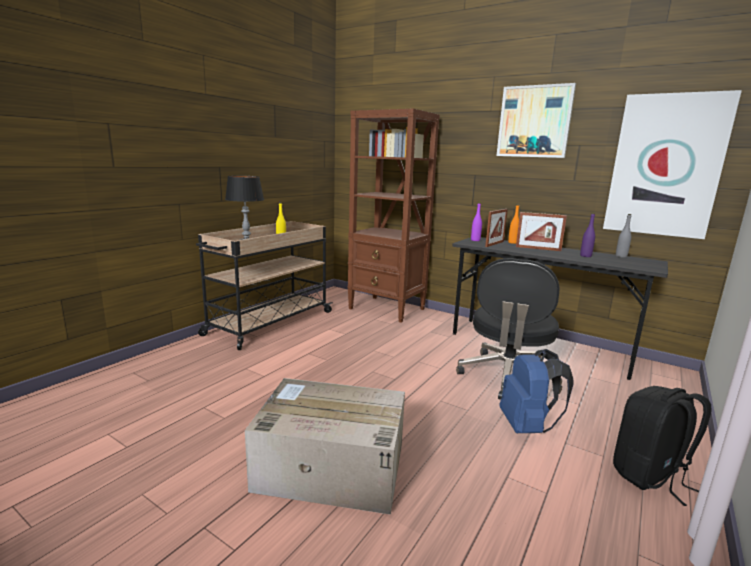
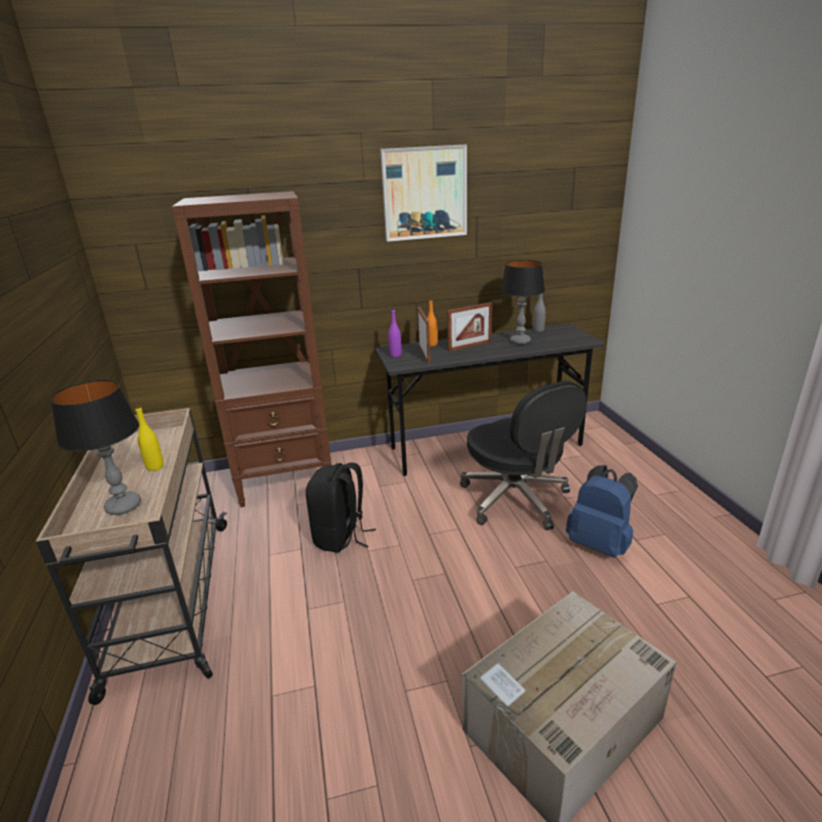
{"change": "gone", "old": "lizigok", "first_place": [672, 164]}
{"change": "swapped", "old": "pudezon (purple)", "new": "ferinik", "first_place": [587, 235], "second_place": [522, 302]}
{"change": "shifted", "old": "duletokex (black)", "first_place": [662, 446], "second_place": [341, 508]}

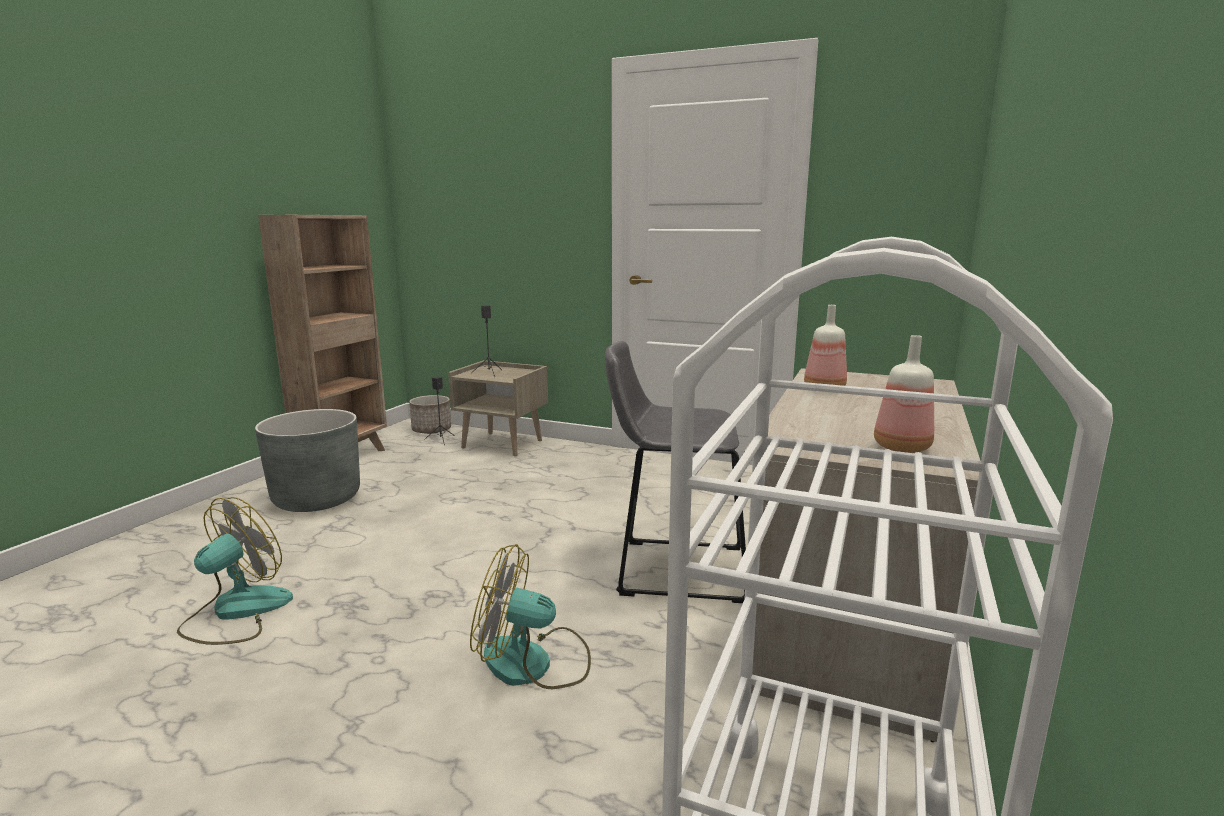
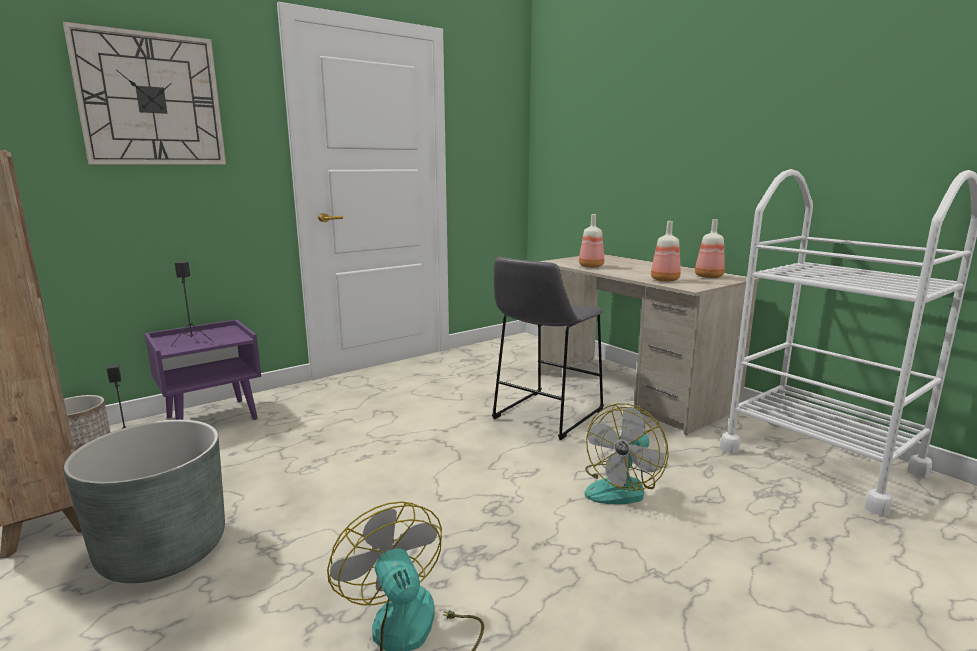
{"change": "repainted", "old": "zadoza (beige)", "new": "zadoza (purple)", "first_place": [498, 408], "second_place": [203, 369]}
{"change": "new", "new": "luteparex", "second_place": [144, 93]}
{"change": "new", "new": "pudezon", "second_place": [666, 251]}

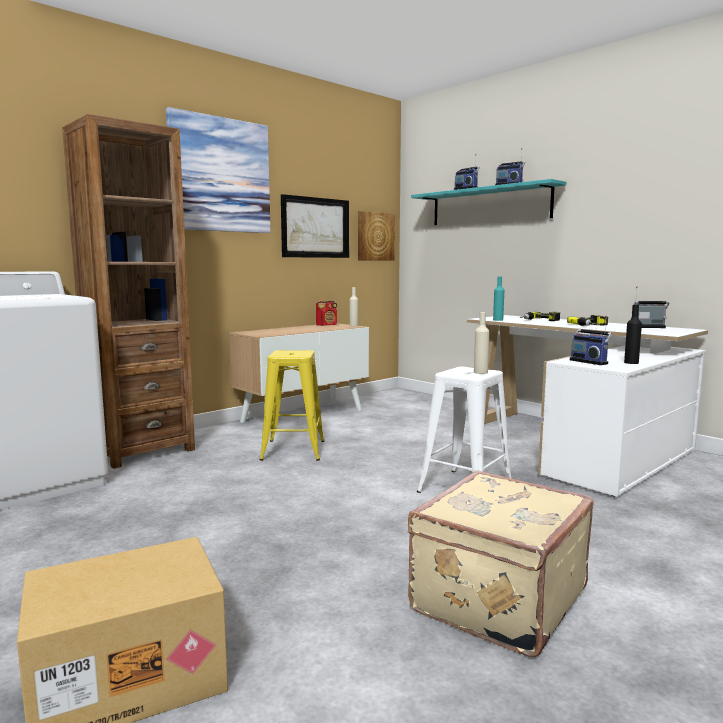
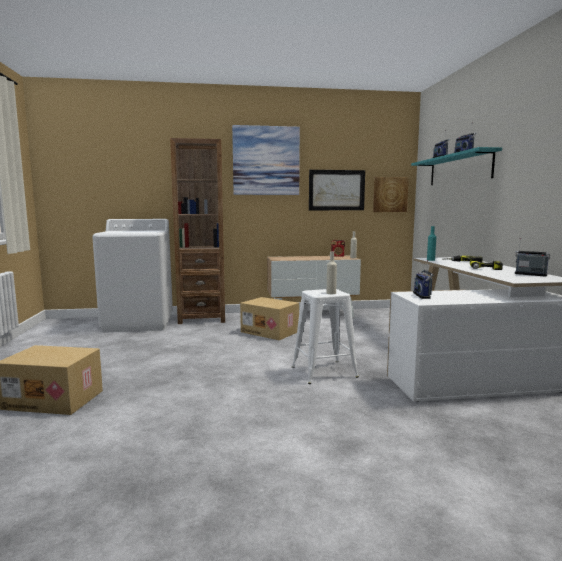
{"change": "gone", "old": "pudezon (black)", "first_place": [633, 334]}
{"change": "swapped", "old": "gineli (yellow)", "new": "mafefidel", "first_place": [291, 405], "second_place": [269, 318]}
{"change": "gone", "old": "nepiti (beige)", "first_place": [501, 563]}

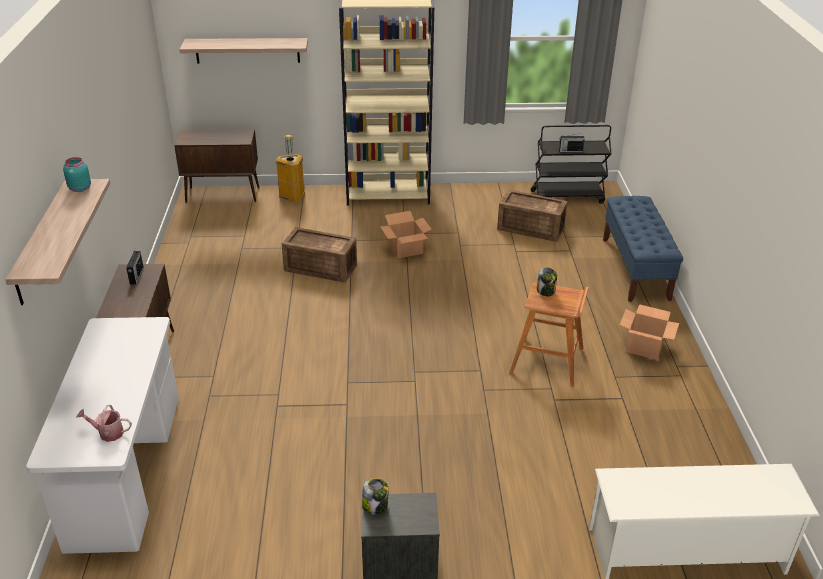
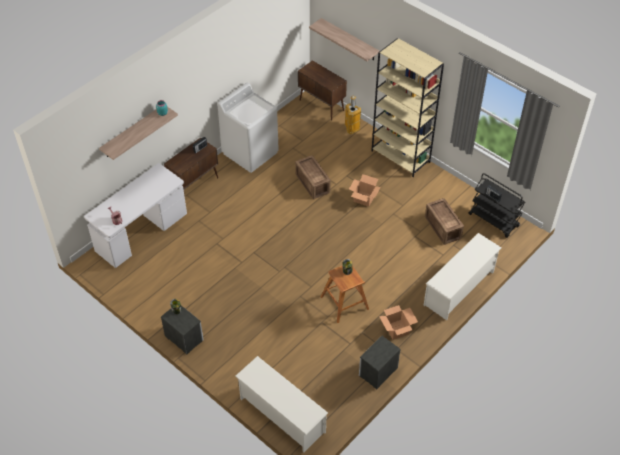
{"change": "swapped", "old": "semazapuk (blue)", "new": "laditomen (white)", "first_place": [643, 249], "second_place": [462, 276]}
{"change": "new", "new": "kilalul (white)", "second_place": [248, 128]}
{"change": "new", "new": "zadoza", "second_place": [380, 362]}

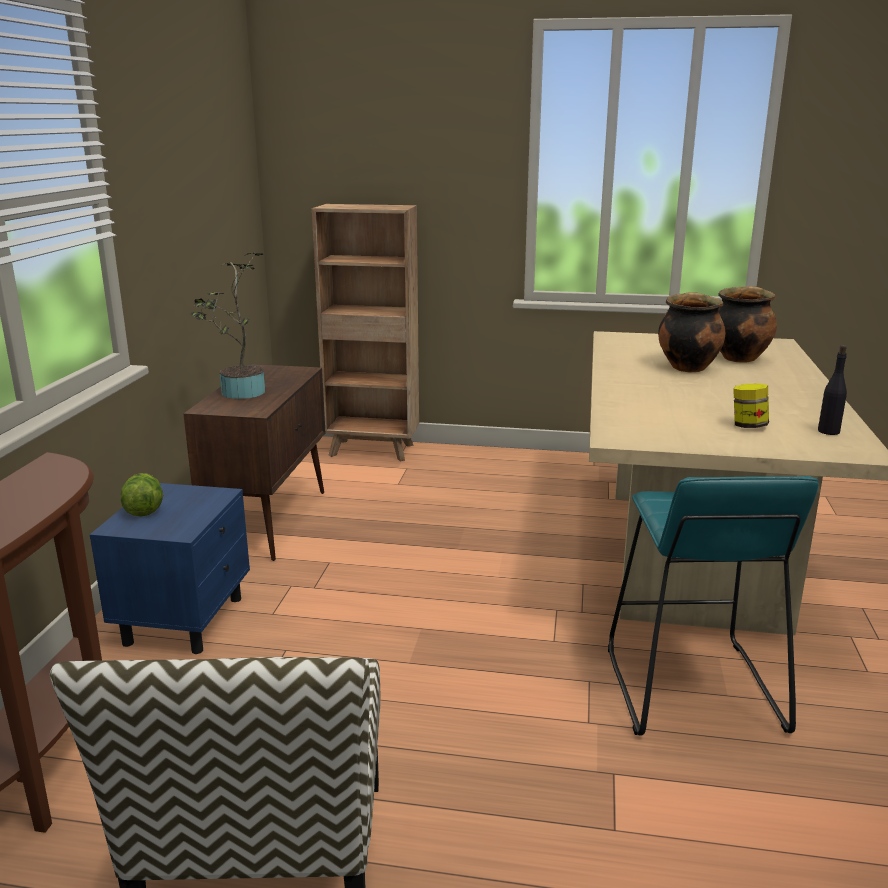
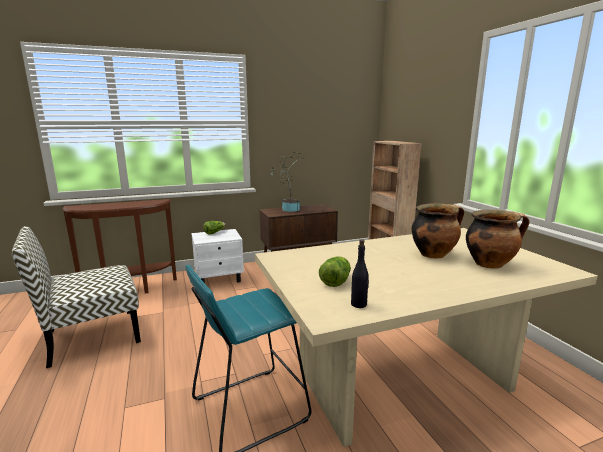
{"change": "swapped", "old": "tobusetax", "new": "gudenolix", "first_place": [751, 406], "second_place": [335, 272]}
{"change": "repainted", "old": "zadoza (blue)", "new": "zadoza (white)", "first_place": [170, 568], "second_place": [217, 256]}

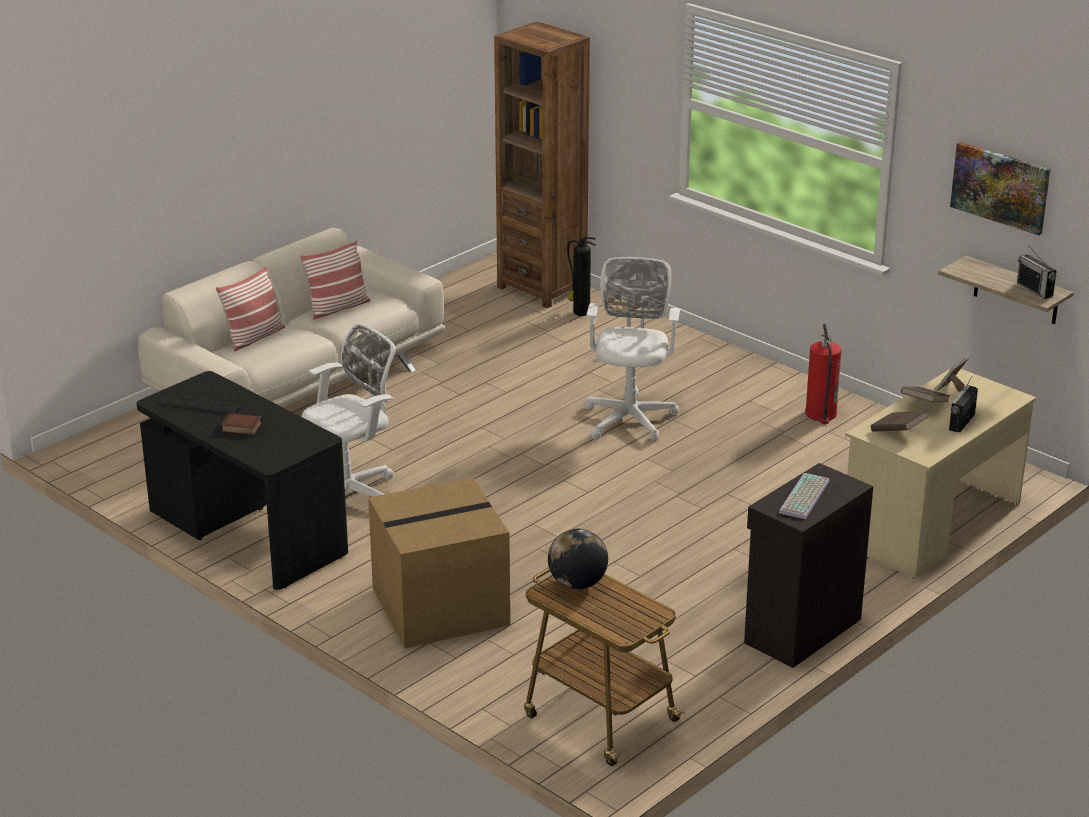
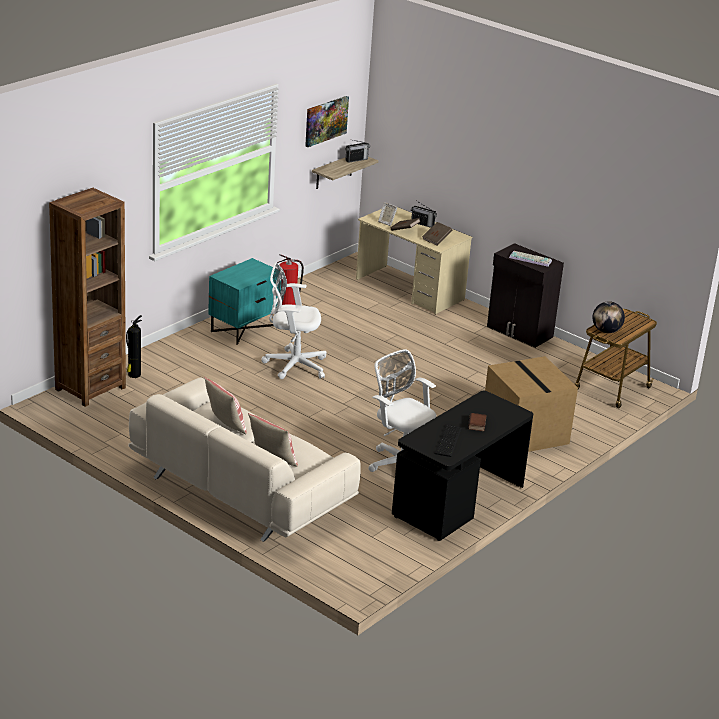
{"change": "new", "new": "zadoza (turquoise)", "second_place": [244, 301]}

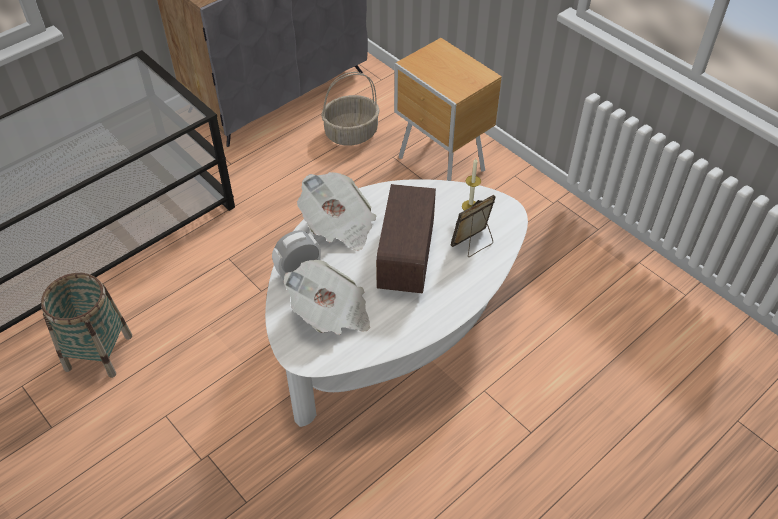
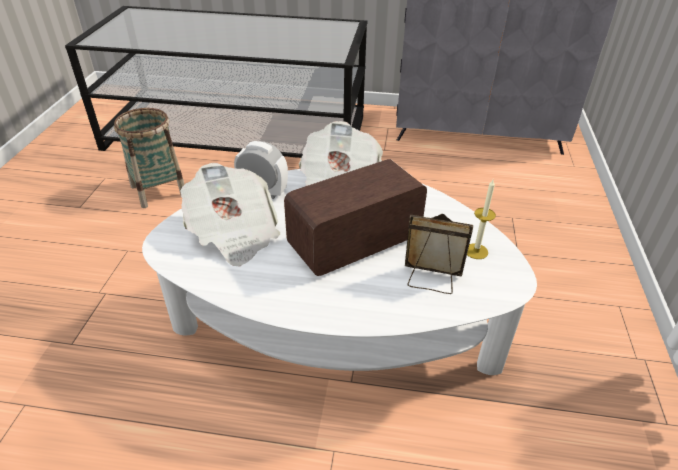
{"change": "gone", "old": "zadoza (brown)", "first_place": [448, 109]}
{"change": "gone", "old": "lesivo", "first_place": [350, 109]}

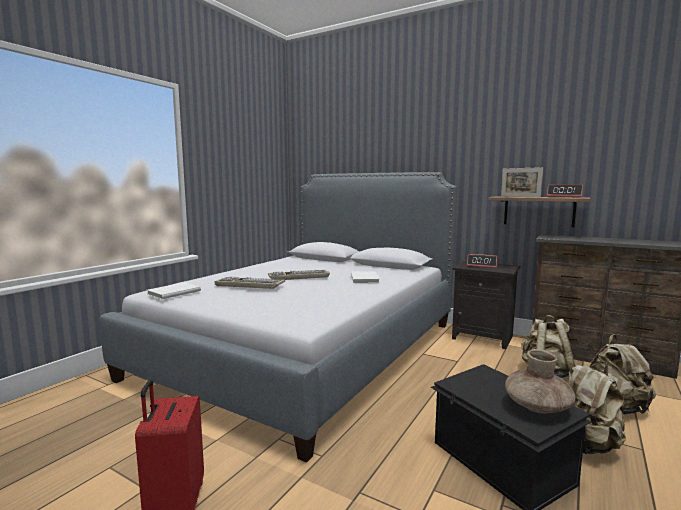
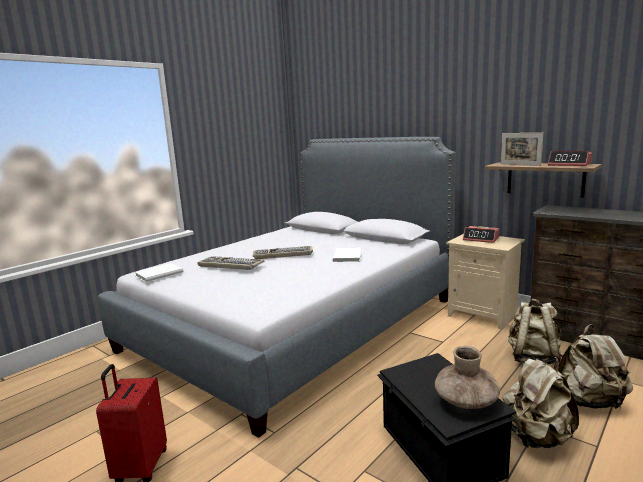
{"change": "repainted", "old": "zadoza (black)", "new": "zadoza (beige)", "first_place": [486, 305], "second_place": [485, 281]}

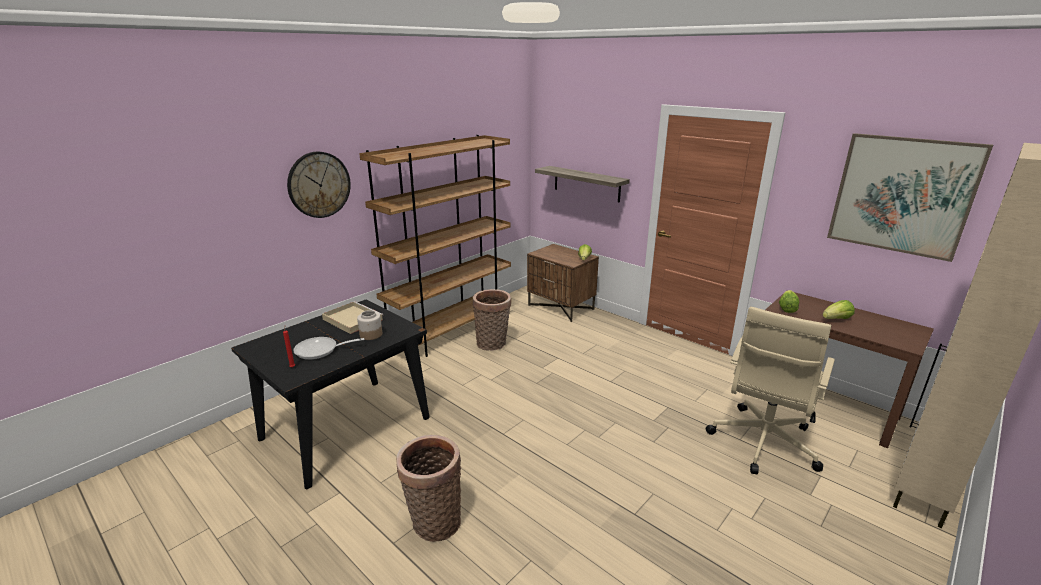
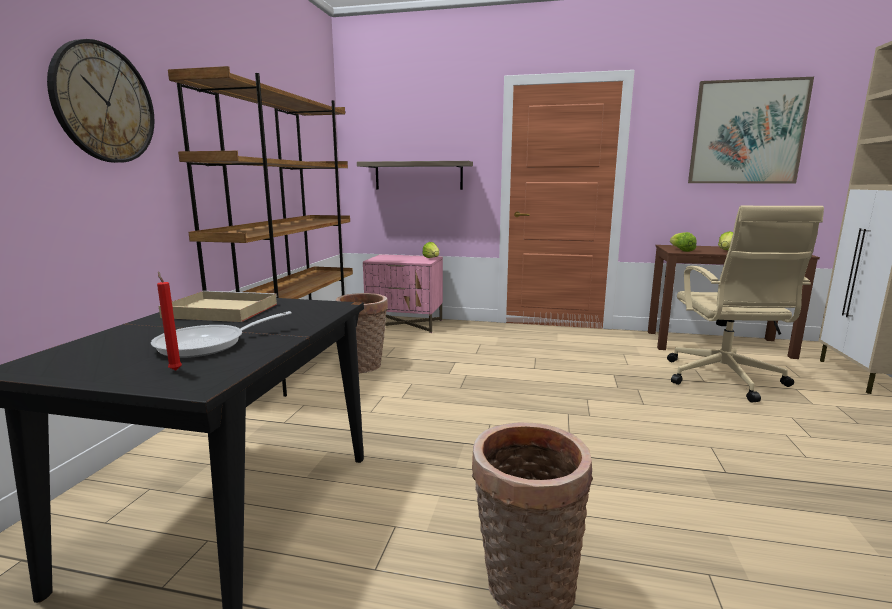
{"change": "repainted", "old": "zadoza (brown)", "new": "zadoza (pink)", "first_place": [563, 283], "second_place": [403, 293]}
{"change": "gone", "old": "tobusetax", "first_place": [369, 325]}

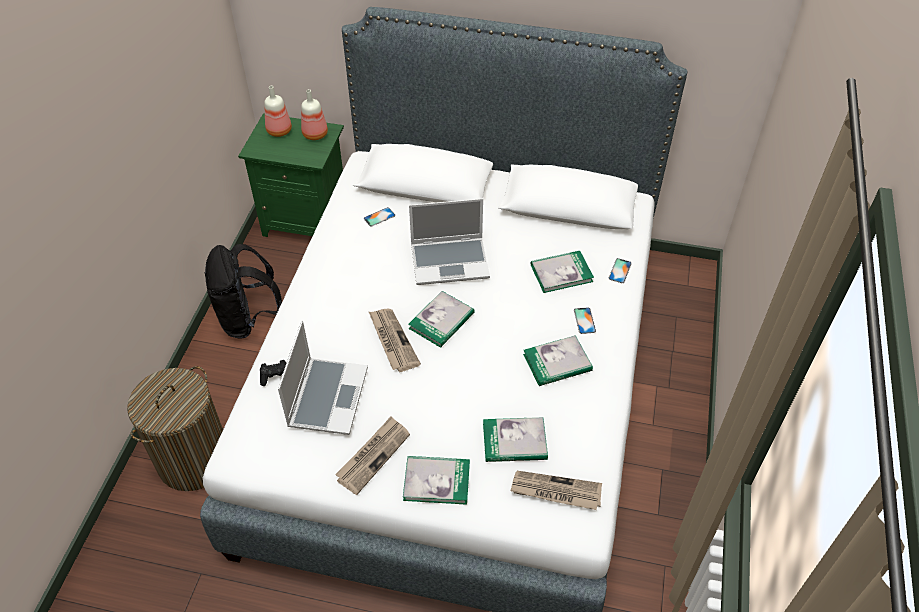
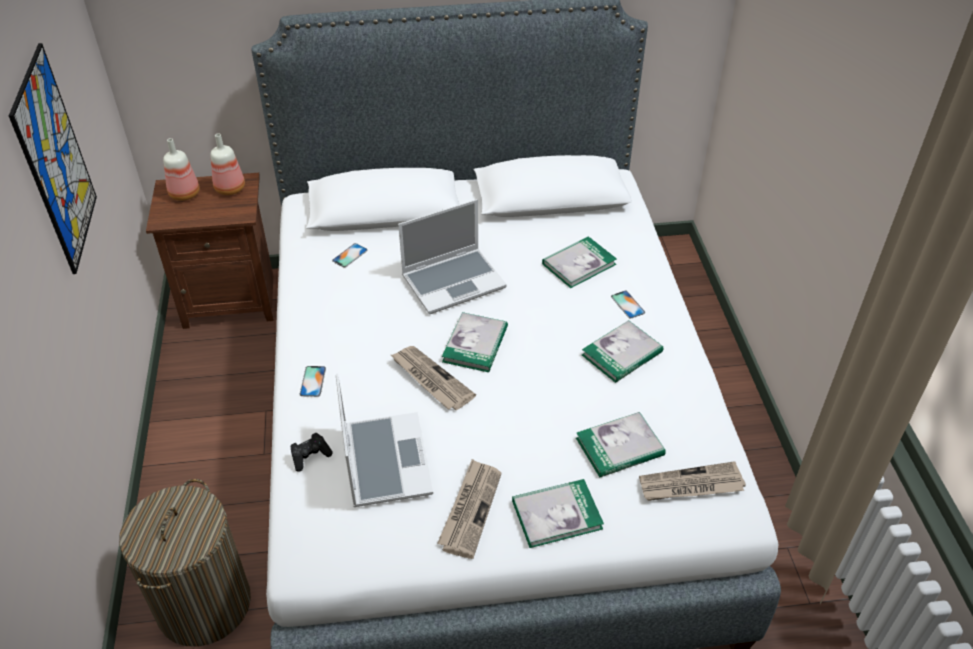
{"change": "repainted", "old": "zadoza (green)", "new": "zadoza (brown)", "first_place": [291, 175], "second_place": [210, 251]}
{"change": "gone", "old": "duletokex (black)", "first_place": [243, 291]}
{"change": "shifted", "old": "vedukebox", "first_place": [620, 270], "second_place": [313, 381]}
{"change": "new", "new": "lizigok", "second_place": [53, 158]}

